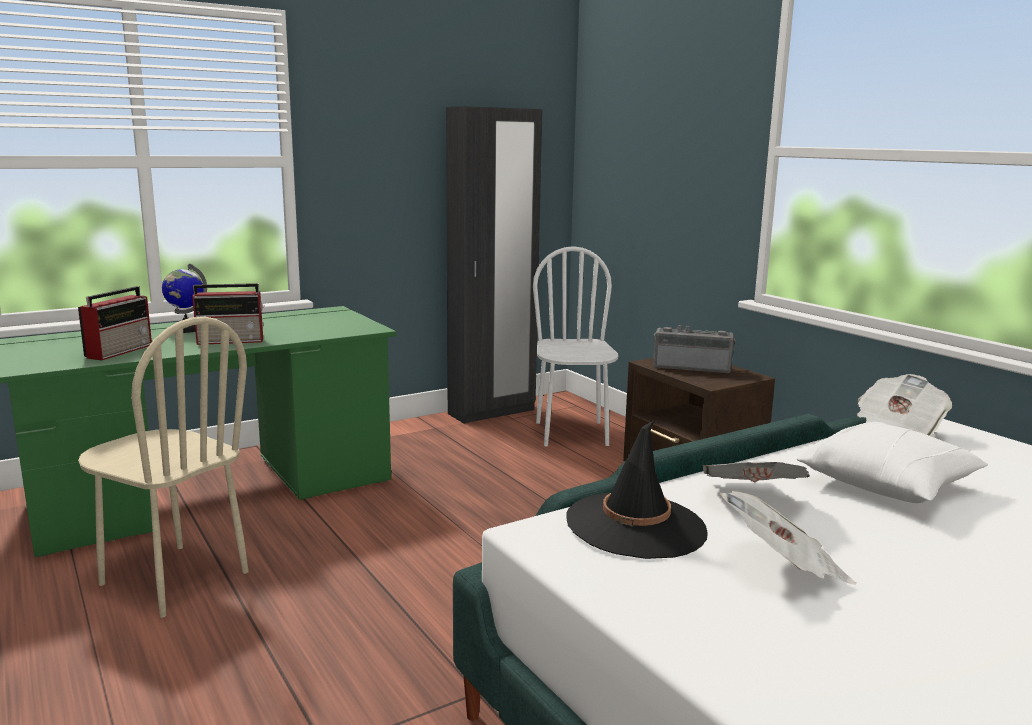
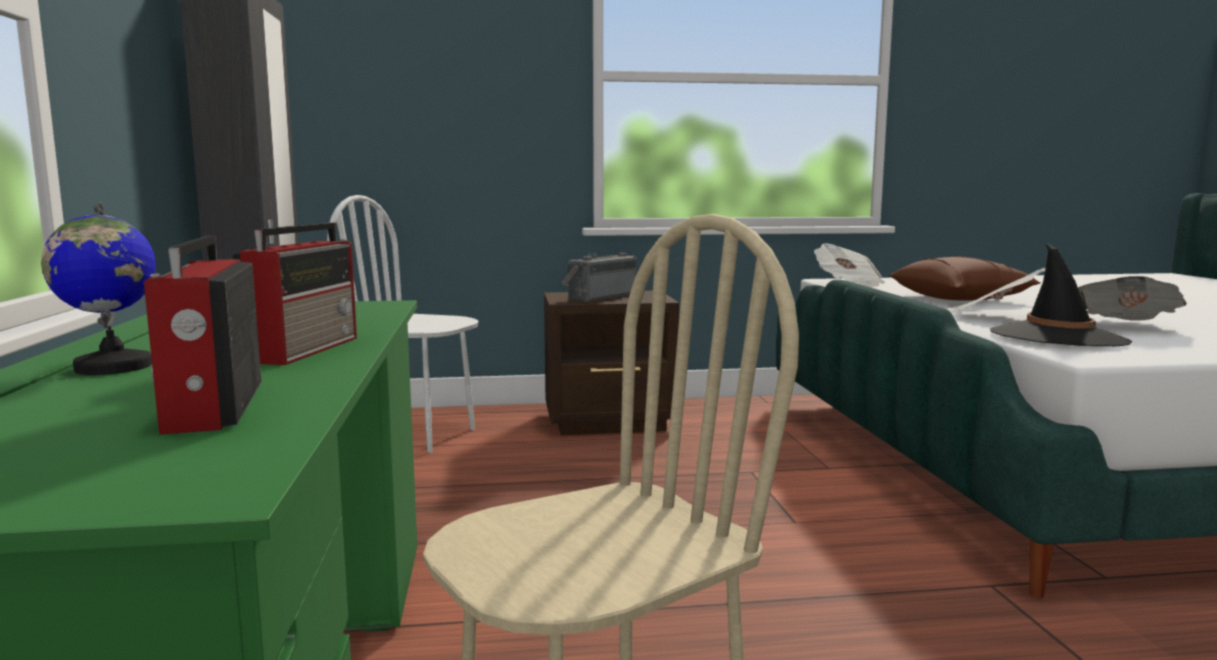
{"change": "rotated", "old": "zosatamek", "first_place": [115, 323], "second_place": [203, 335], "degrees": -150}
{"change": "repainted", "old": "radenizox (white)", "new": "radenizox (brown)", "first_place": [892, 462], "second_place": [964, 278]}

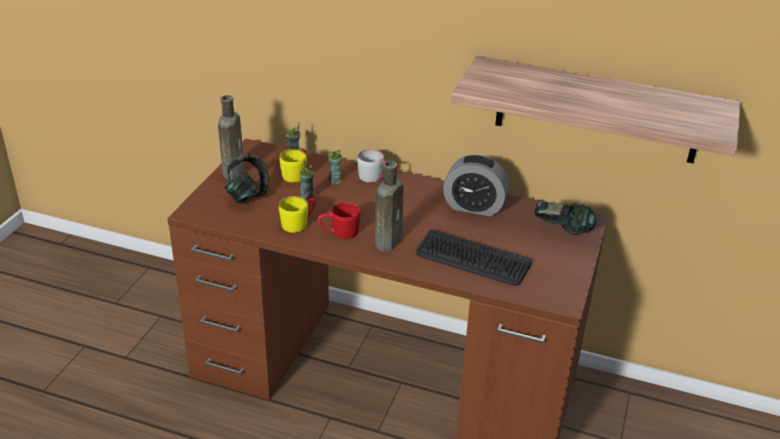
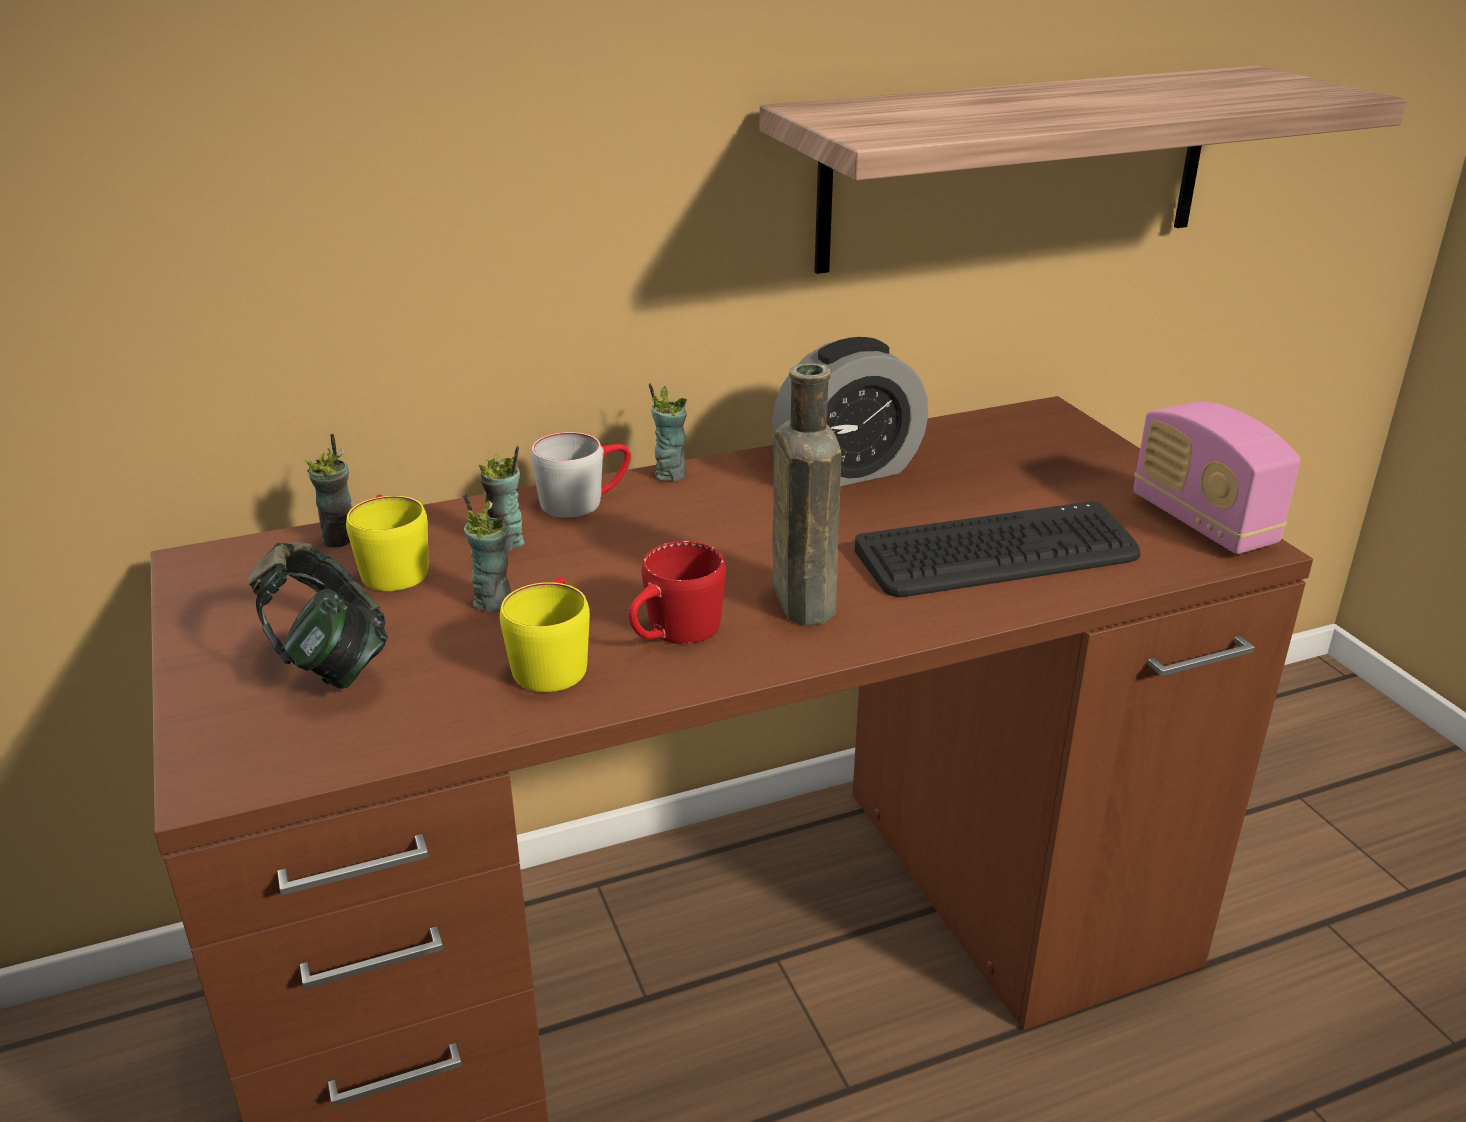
{"change": "gone", "old": "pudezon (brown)", "first_place": [231, 137]}
{"change": "gone", "old": "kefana", "first_place": [565, 218]}
{"change": "new", "new": "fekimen", "second_place": [668, 432]}
{"change": "new", "new": "zosatamek", "second_place": [1217, 478]}

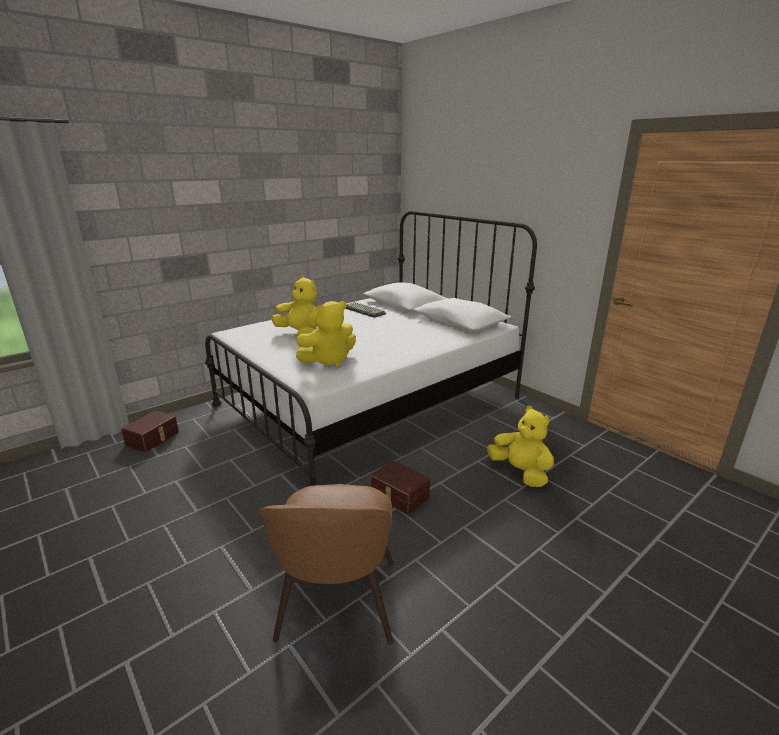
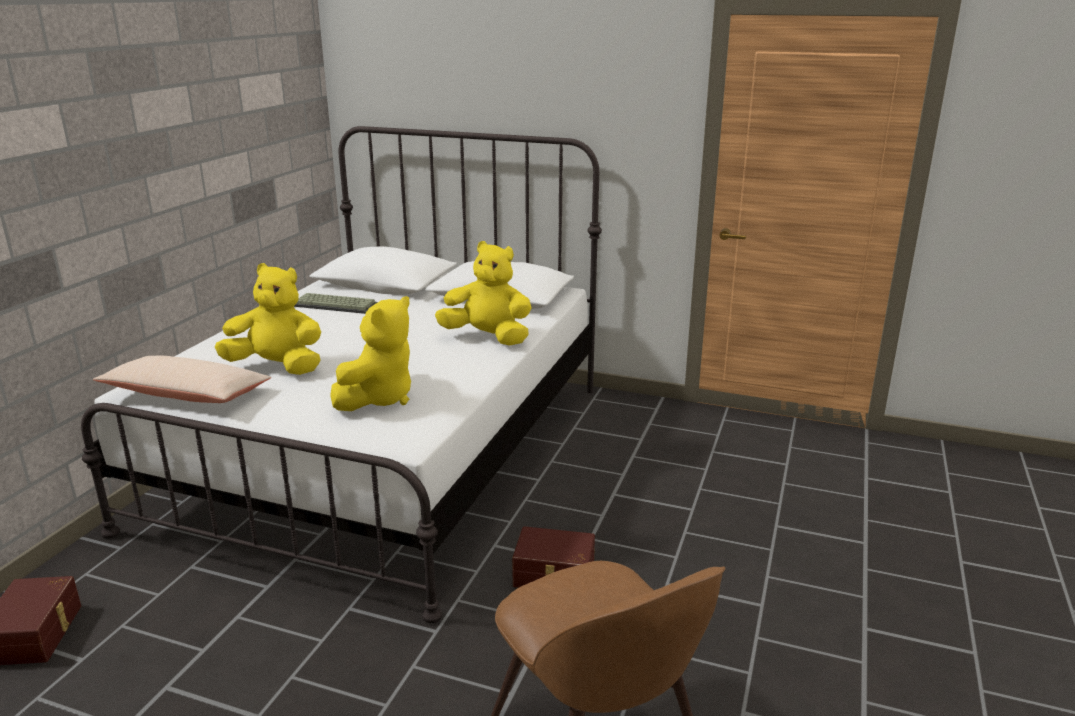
{"change": "shifted", "old": "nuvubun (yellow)", "first_place": [520, 446], "second_place": [483, 293]}
{"change": "new", "new": "radenizox (beige)", "second_place": [182, 379]}

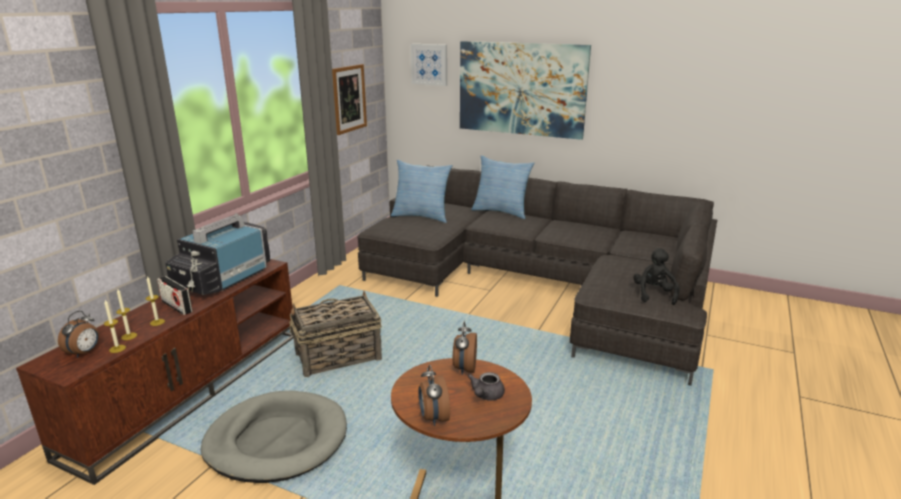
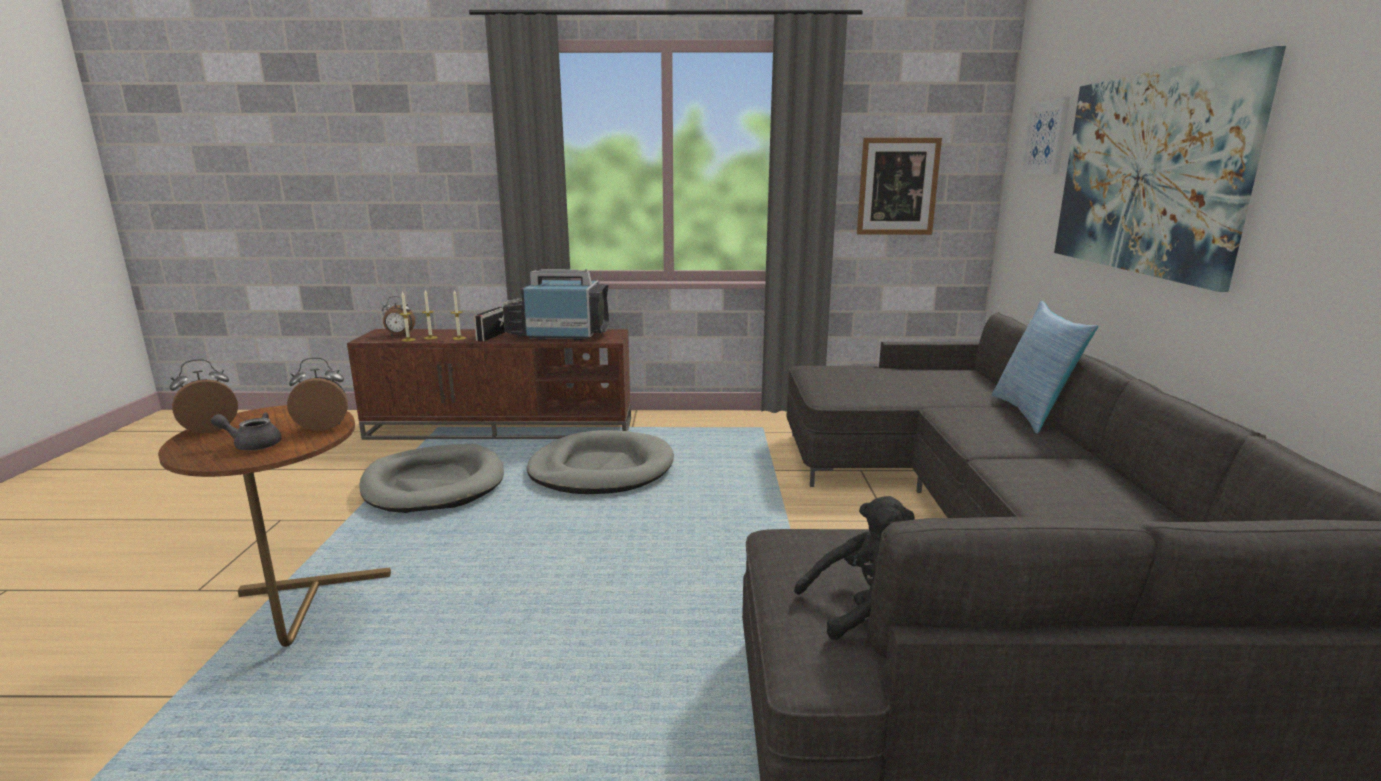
{"change": "gone", "old": "radenizox", "first_place": [422, 191]}
{"change": "swapped", "old": "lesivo", "new": "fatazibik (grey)", "first_place": [335, 334], "second_place": [600, 462]}

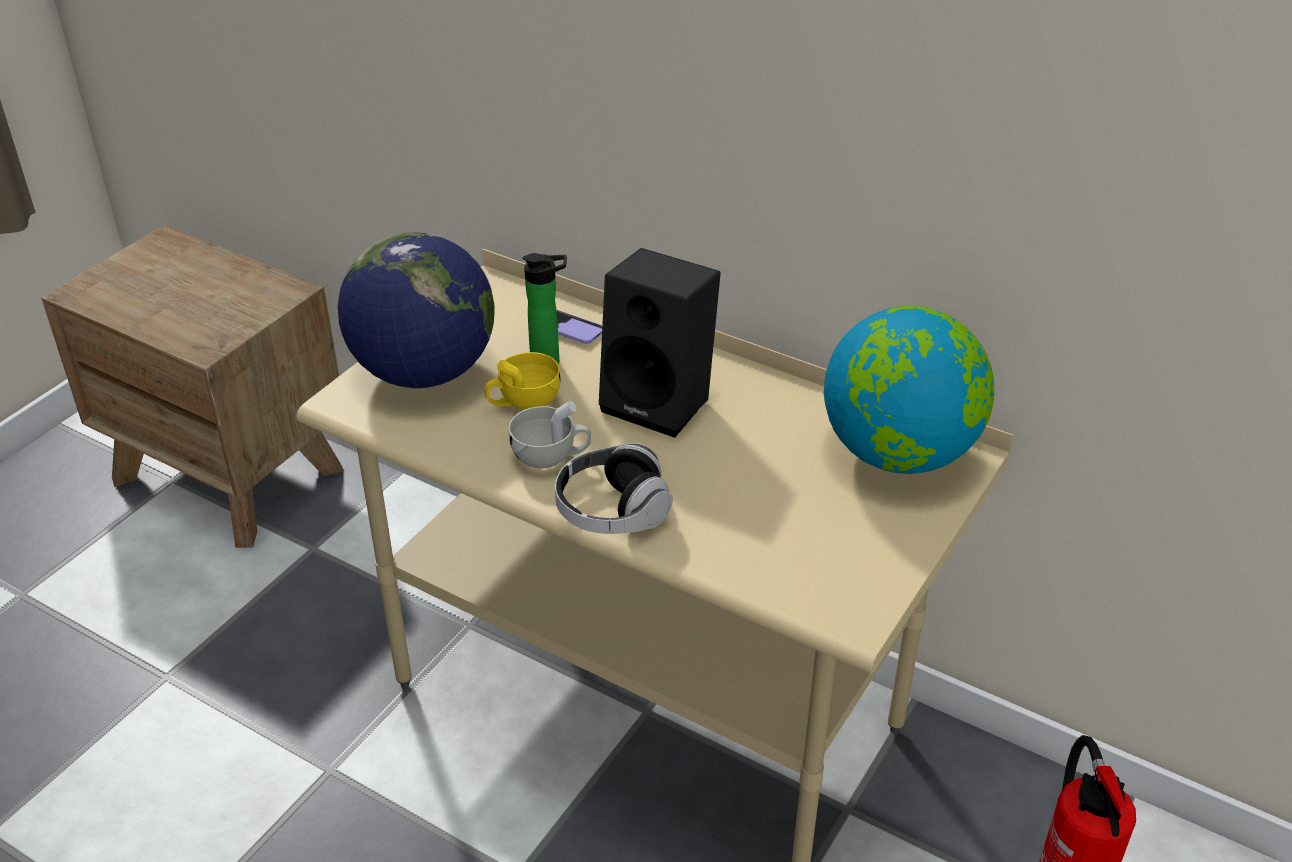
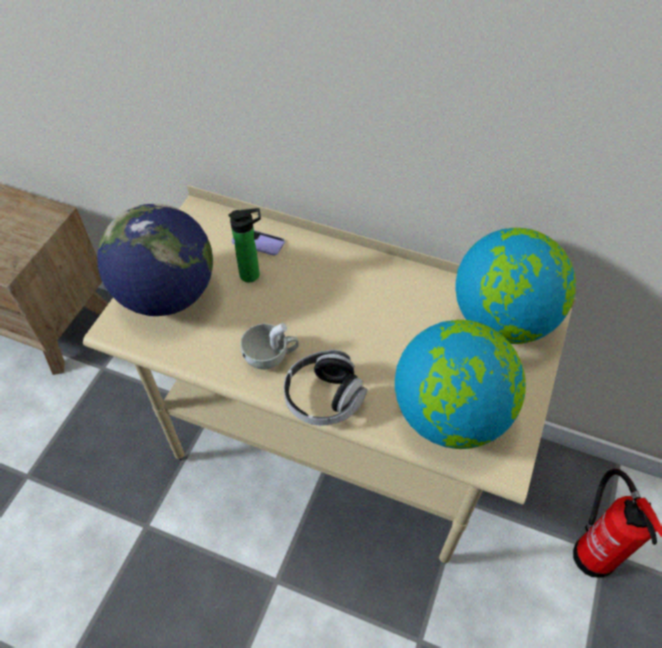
{"change": "gone", "old": "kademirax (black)", "first_place": [660, 343]}
{"change": "gone", "old": "fekimen (yellow)", "first_place": [522, 381]}
{"change": "new", "new": "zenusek", "second_place": [460, 384]}

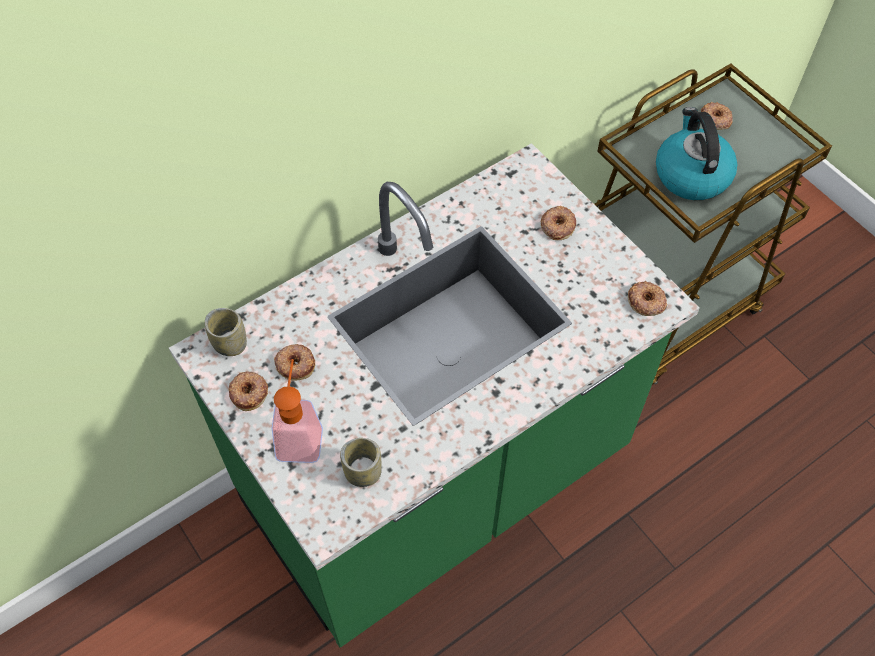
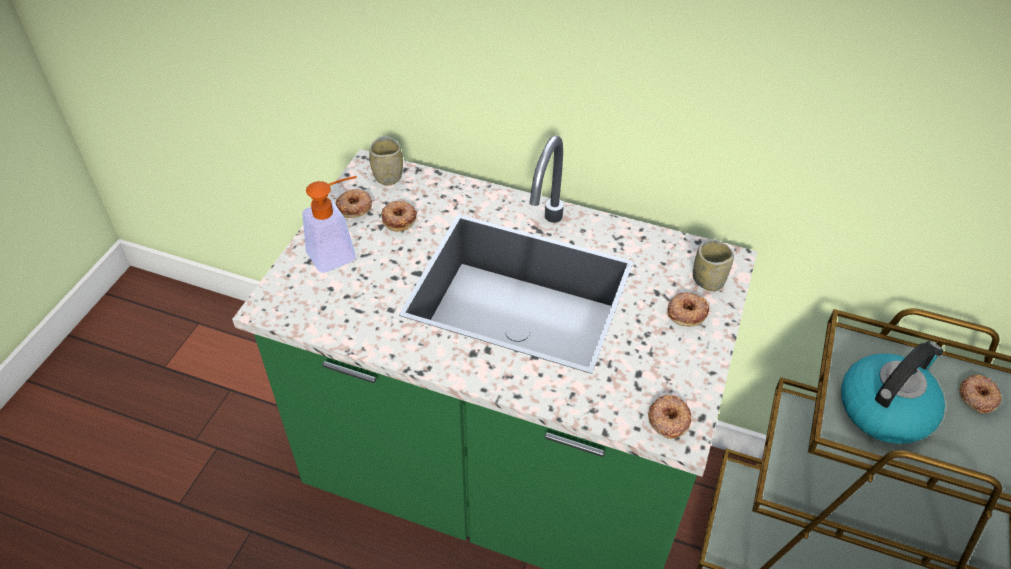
{"change": "shifted", "old": "fekimen", "first_place": [361, 462], "second_place": [713, 265]}

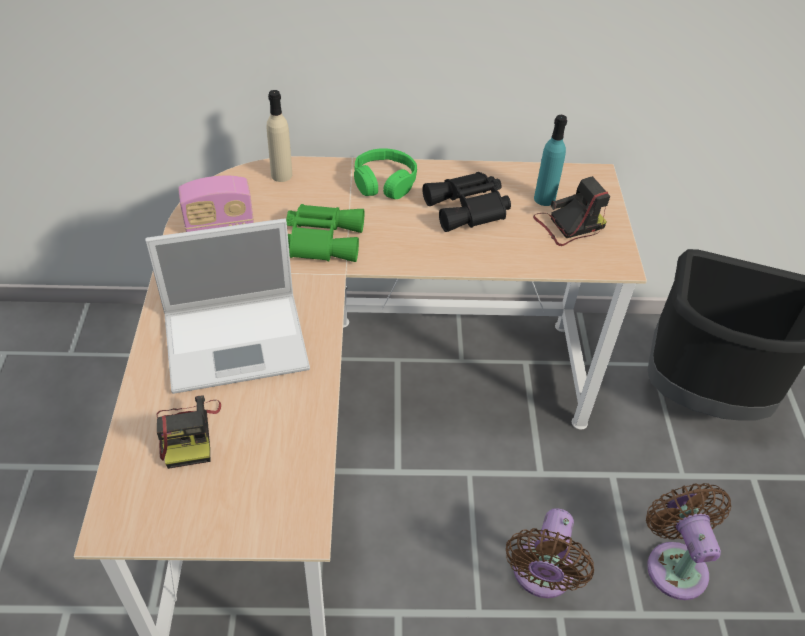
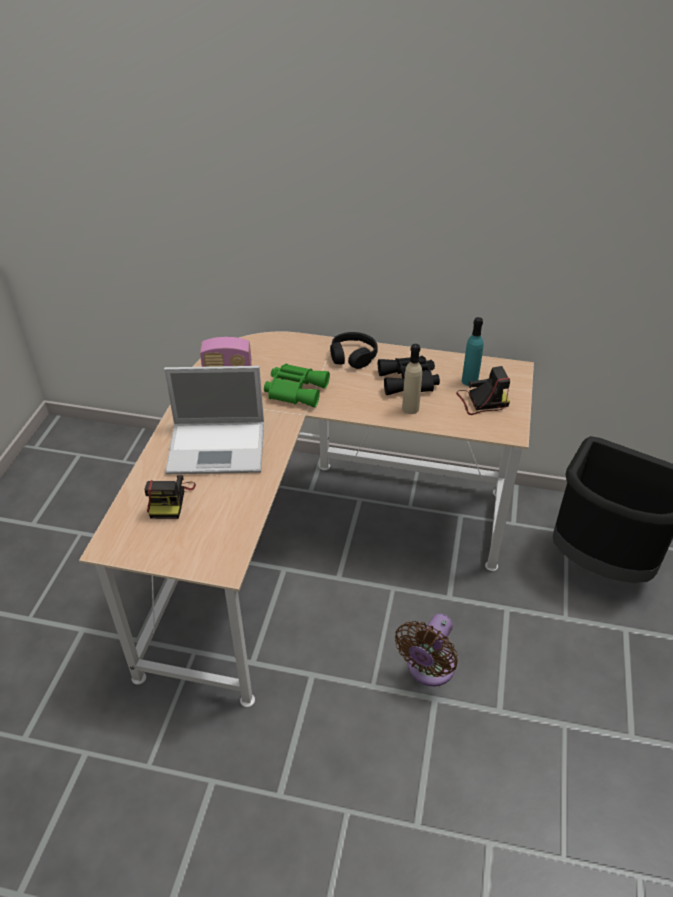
{"change": "shifted", "old": "pudezon (beige)", "first_place": [279, 136], "second_place": [412, 379]}
{"change": "repainted", "old": "kefana (green)", "new": "kefana (black)", "first_place": [385, 173], "second_place": [354, 350]}
{"change": "gone", "old": "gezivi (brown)", "first_place": [688, 541]}

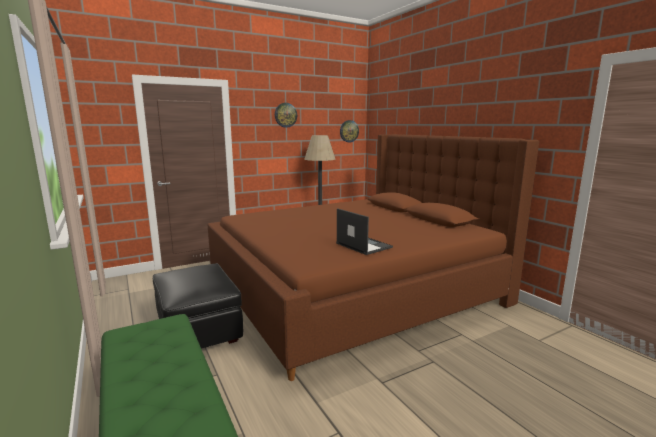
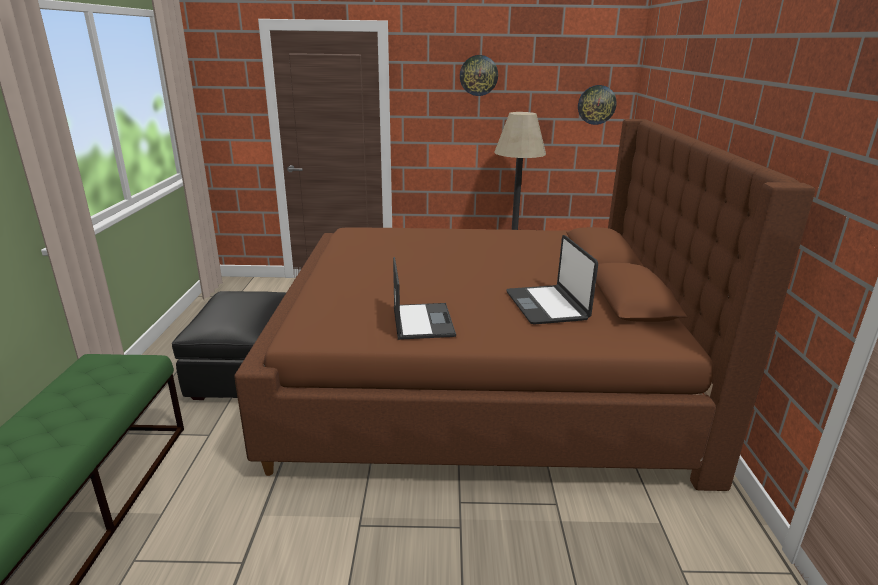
{"change": "new", "new": "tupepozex", "second_place": [552, 280]}

